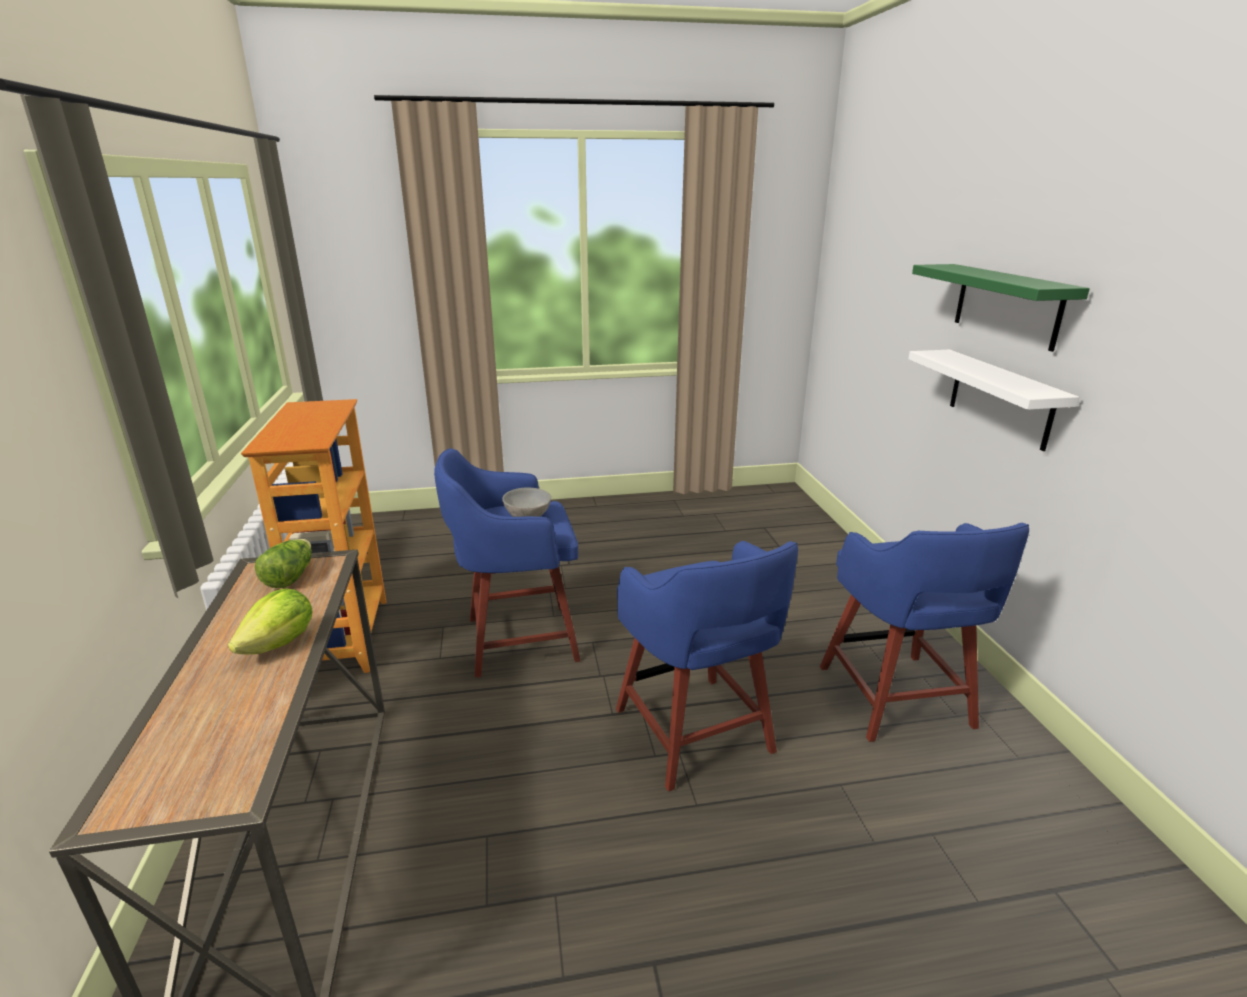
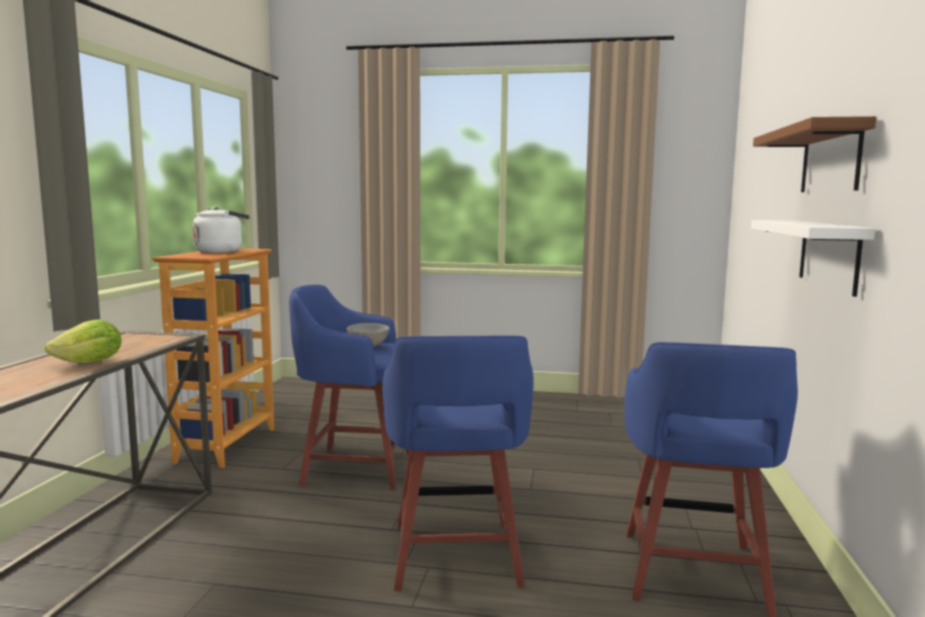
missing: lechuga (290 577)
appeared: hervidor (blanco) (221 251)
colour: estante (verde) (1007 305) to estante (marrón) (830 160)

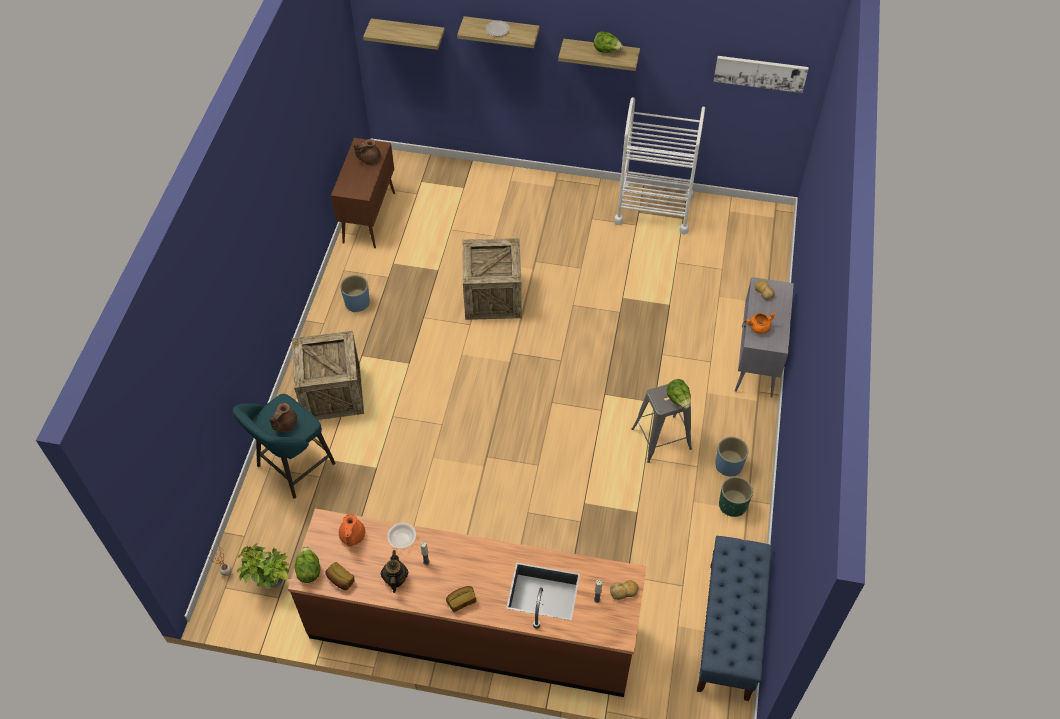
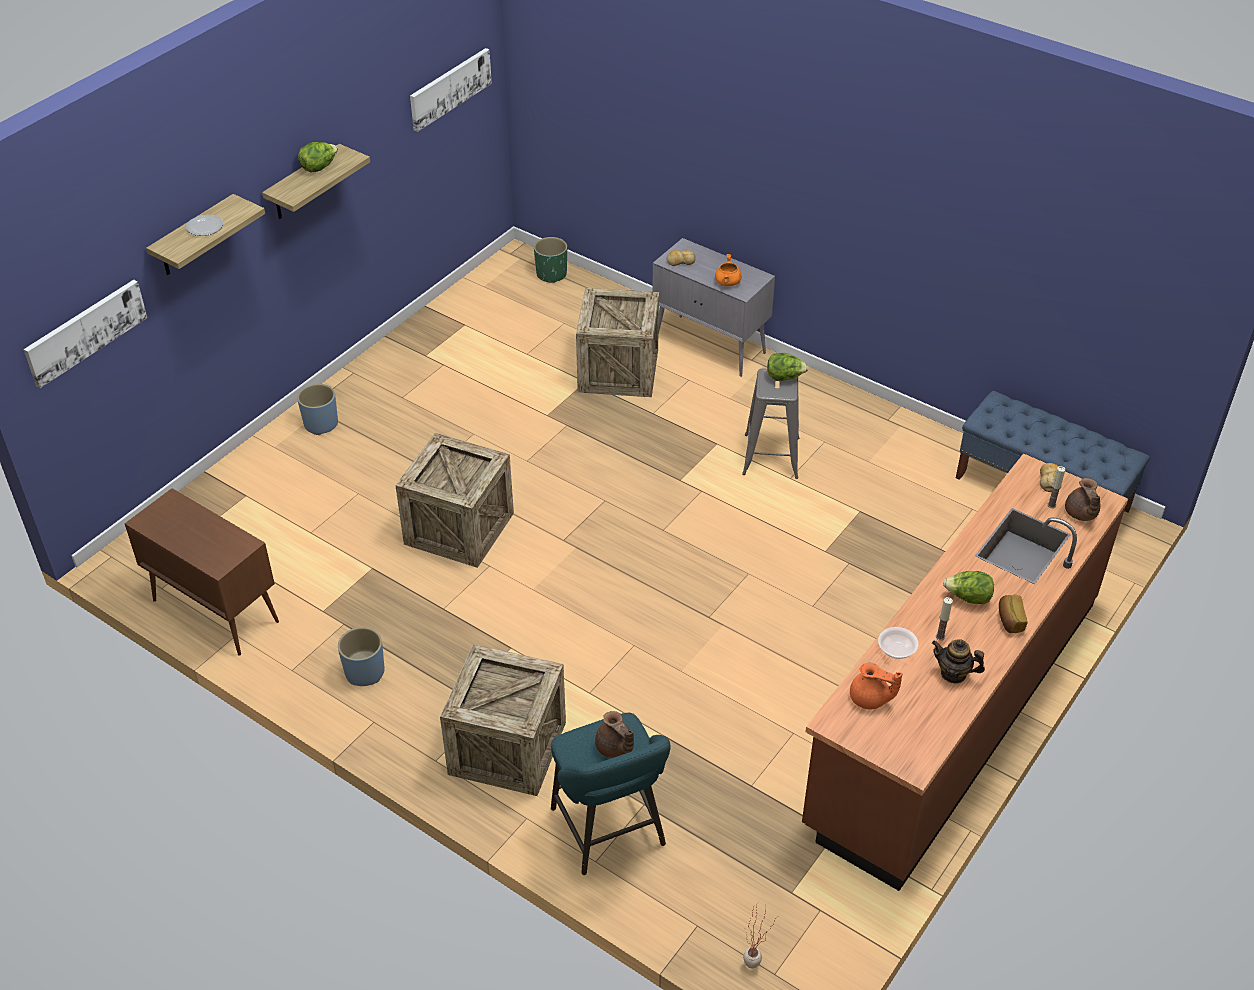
missing: planta en maceta (270 583); pan (340 580); carrito (blanco) (654 209)
appeared: caja de embalaje (618 371)
relocated: lechuga (308 570) to (968 598); tetera (marrón) (369 159) to (1081 514); maceta (azul) (729 465) to (321 424); maceta (verde) (732 505) to (551 274)
exchanged: estante (408 33) to cuadro (85 331)

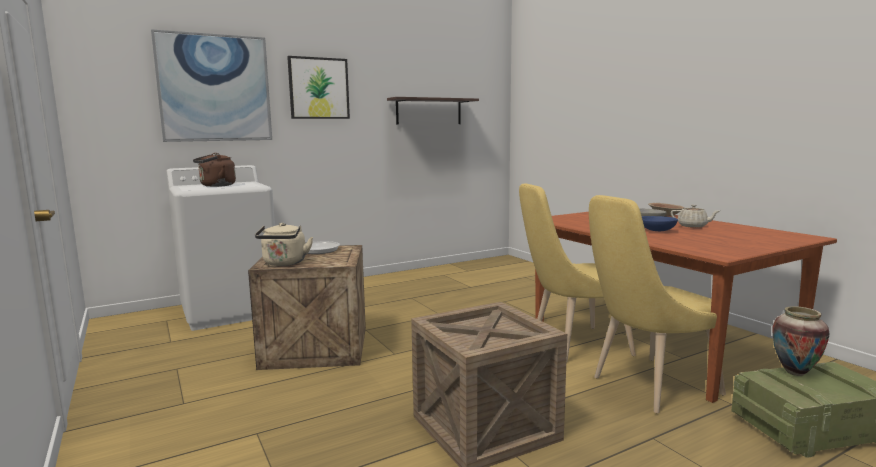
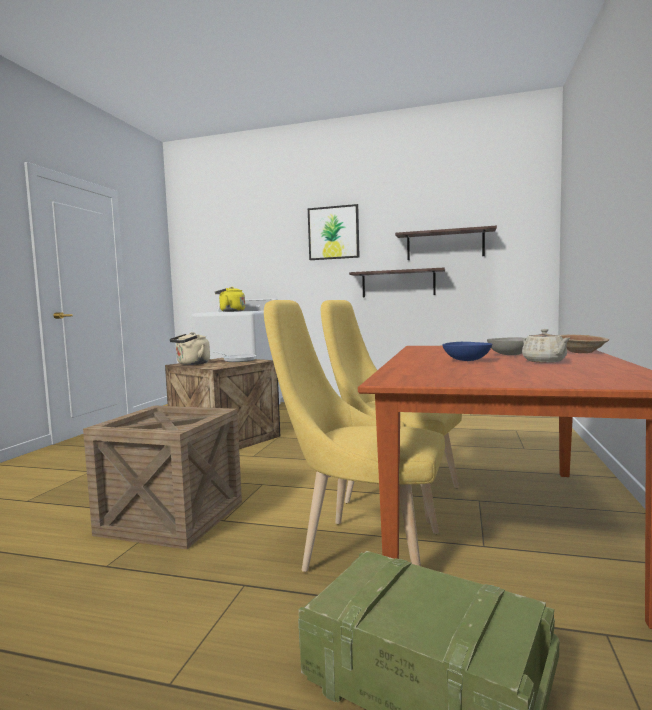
missing: cuadro (215 88); florero (794 372)
appeared: estante (398 283)
colour: hervidor (marrón) (215 186) to hervidor (amarillo) (230 311)

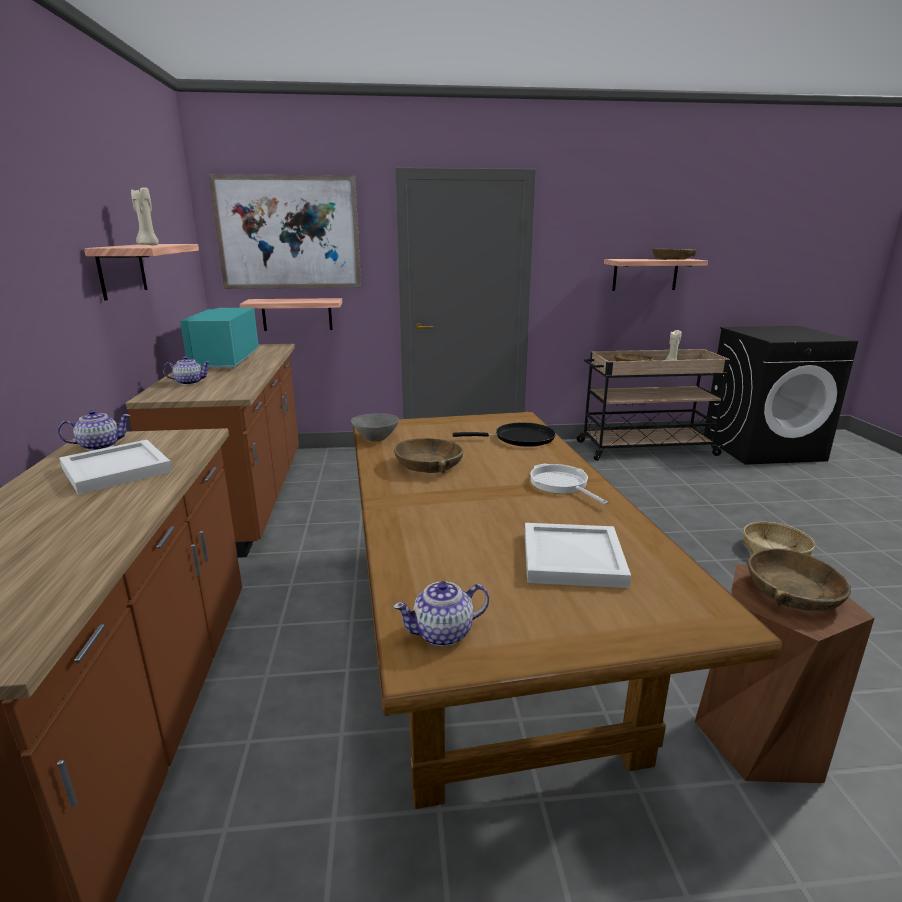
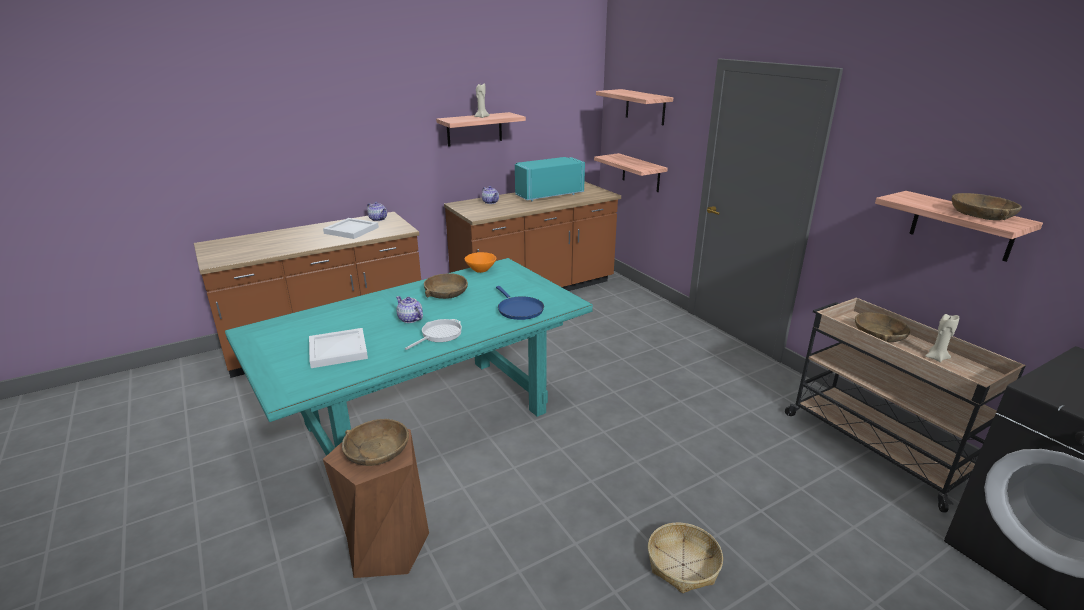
relocated: tetera (443 633) to (410 319)
exchanged: cuadro (288 233) to estante (645 107)
colour: cuenco (gris) (375 438) to cuenco (naranja) (481 270); mesa de comedor (marrón) (488 650) to mesa de comedor (turquesa) (426 419); sartén (negro) (520 438) to sartén (azul) (519 309)

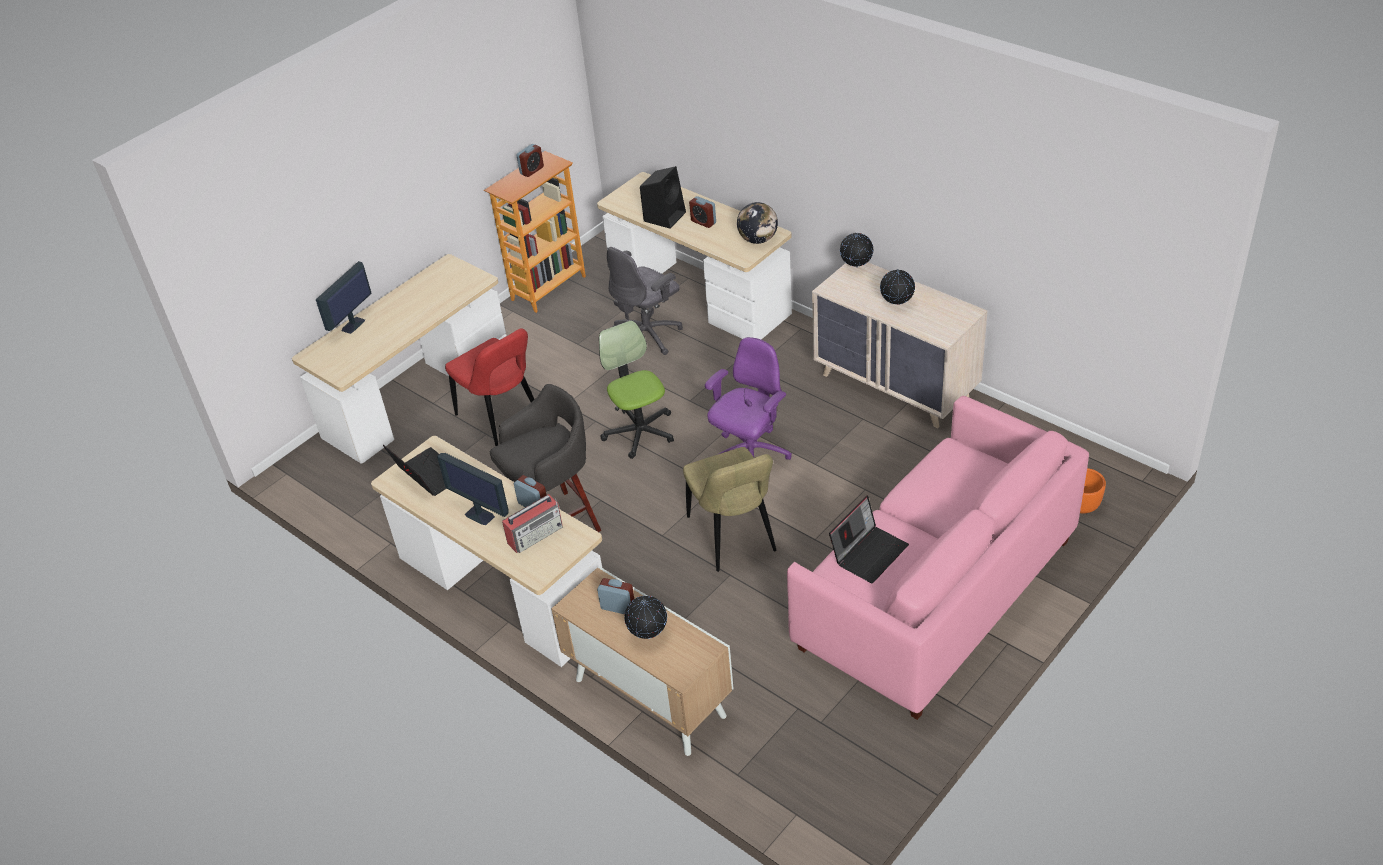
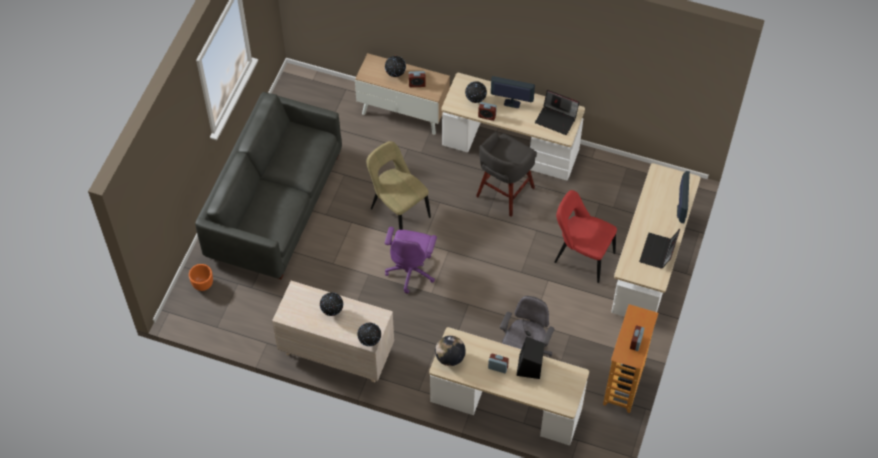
missing: silla de oficina (640 432)
relocated: portátil (869 552) to (658 252)
exchanged: radio (536 534) to globo terráqueo (475 100)
colour: sofá (rosa) (936 594) to sofá (gris) (275 205)

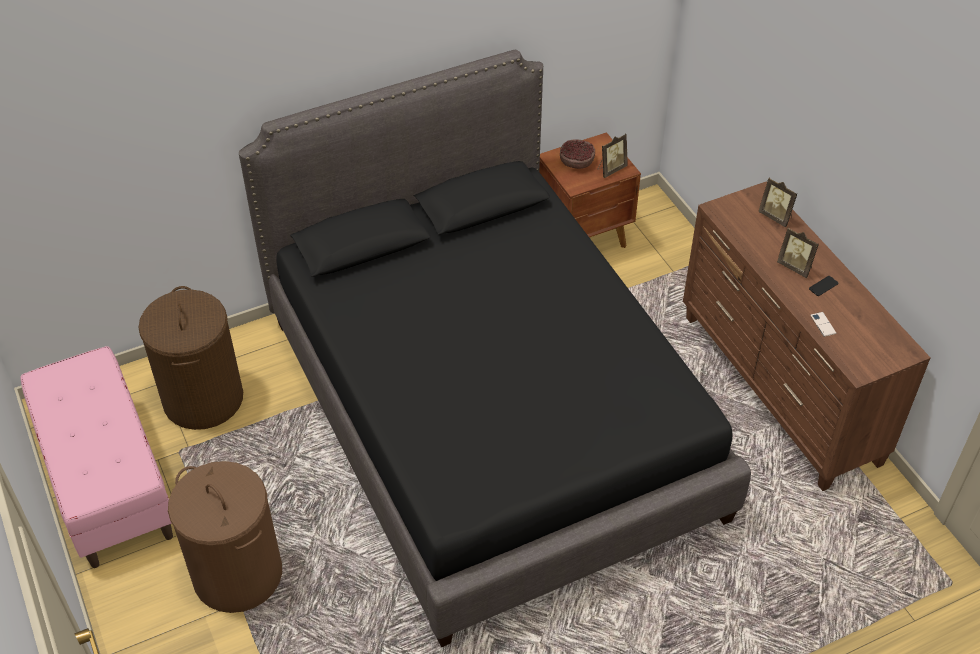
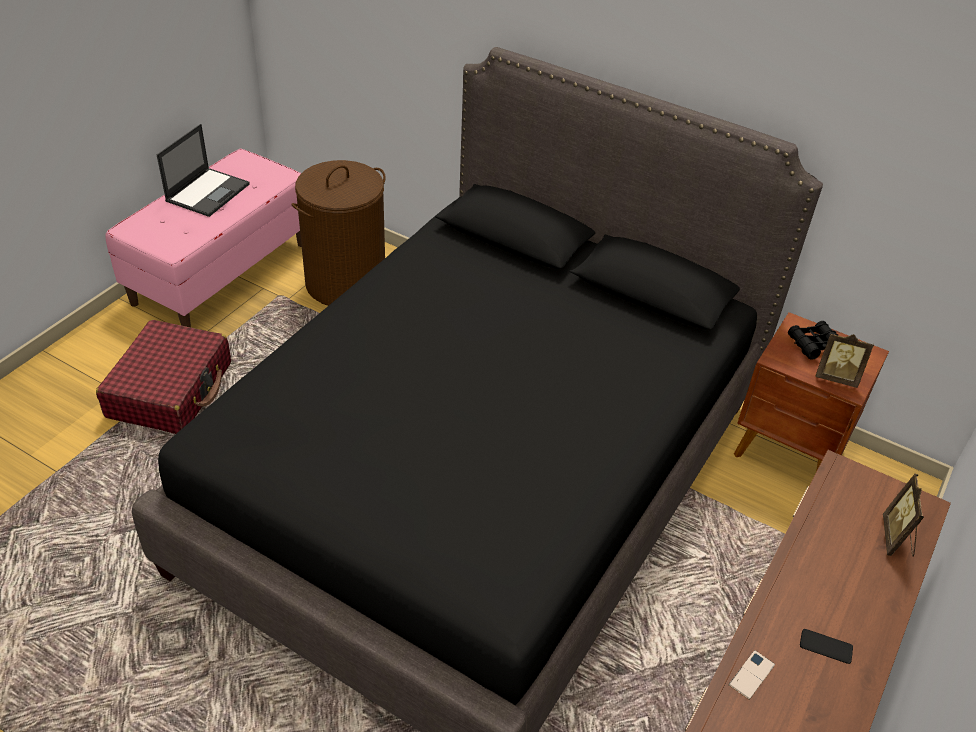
missing: portarretratos (795 267)
appeared: portátil (208 192)
exchanged: cesto de la ropa (marrón) (237 574) to maleta (rojo) (170 390); cuenco (576 161) to prismáticos (negro) (814 345)

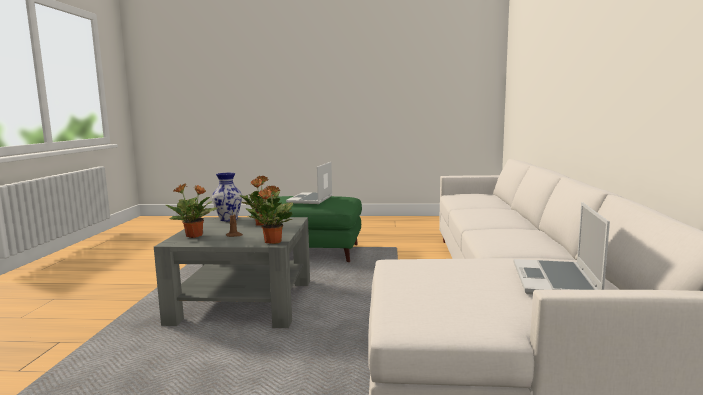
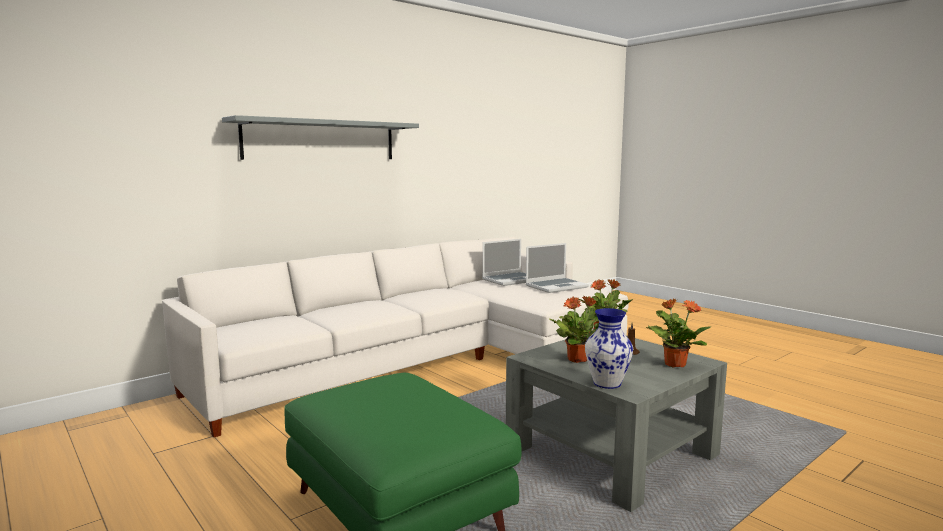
appeared: estante (gris) (321 140)
relocated: portátil (310 199) to (556 286)

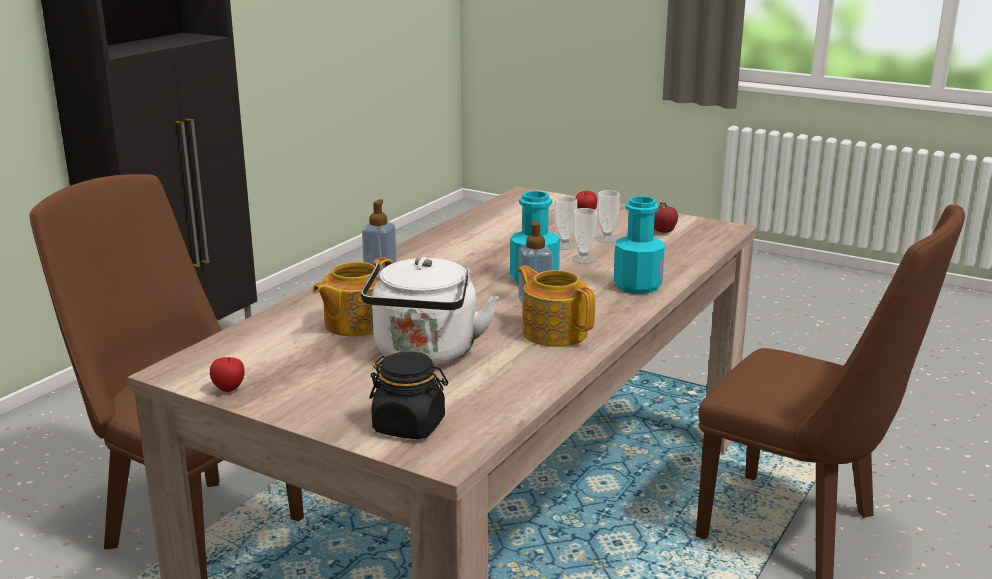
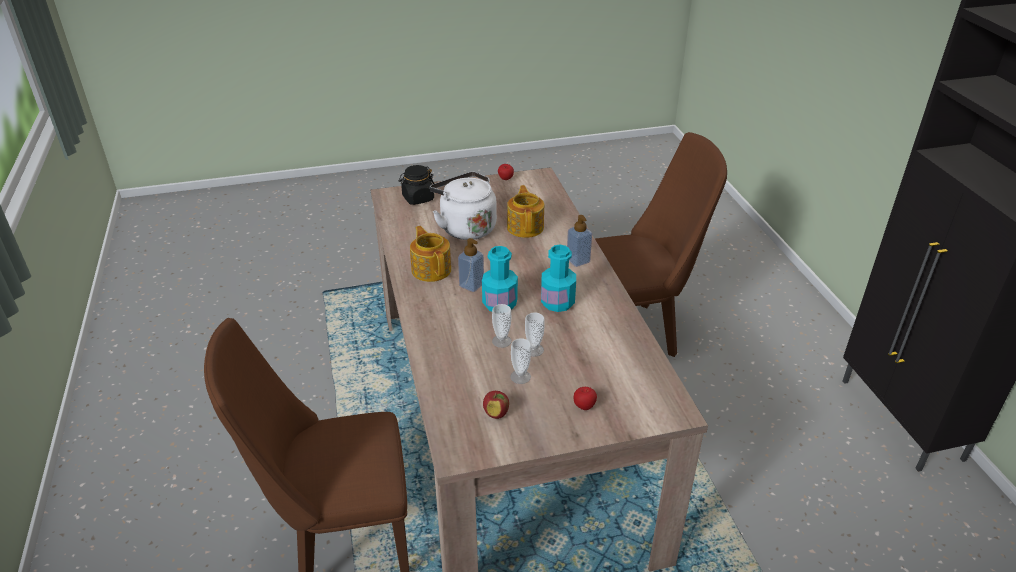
relocated: botella (turquesa) (637 286) to (557 302)
spun: tetera (554 332) = (431 269) 120 degrees counterclockwise

